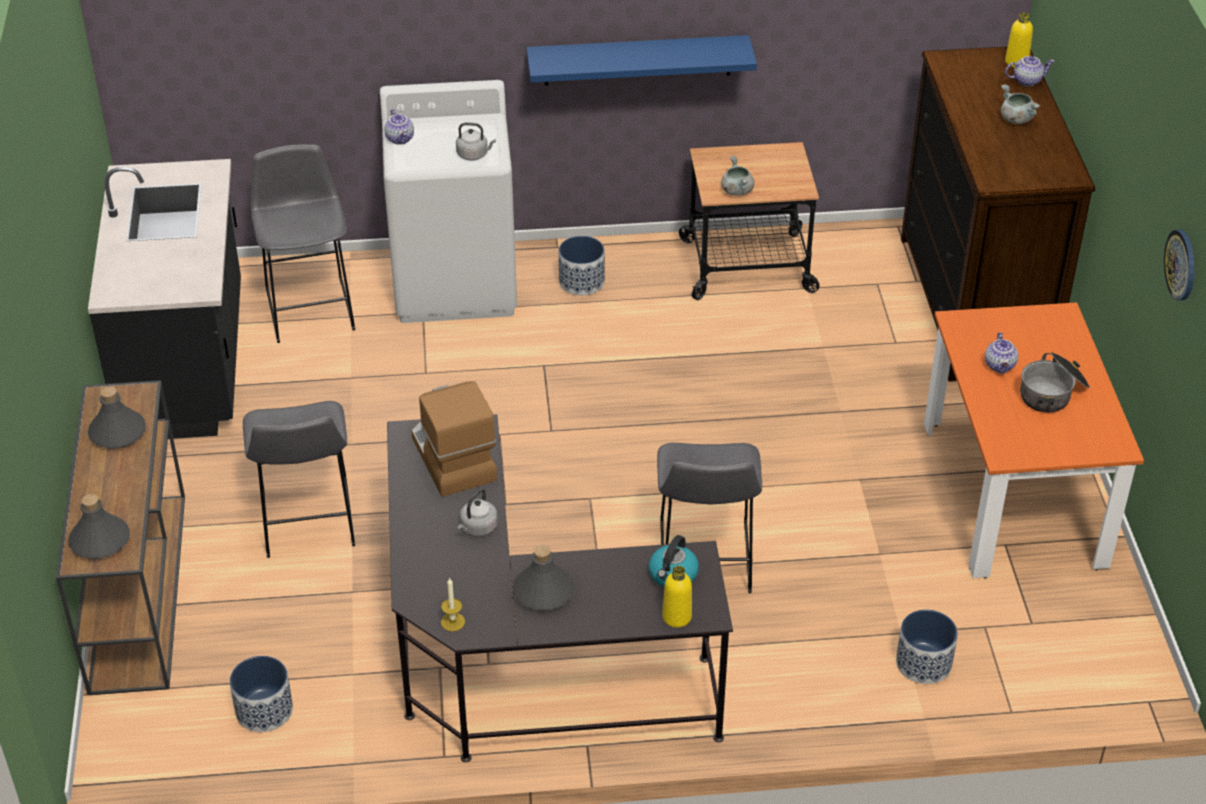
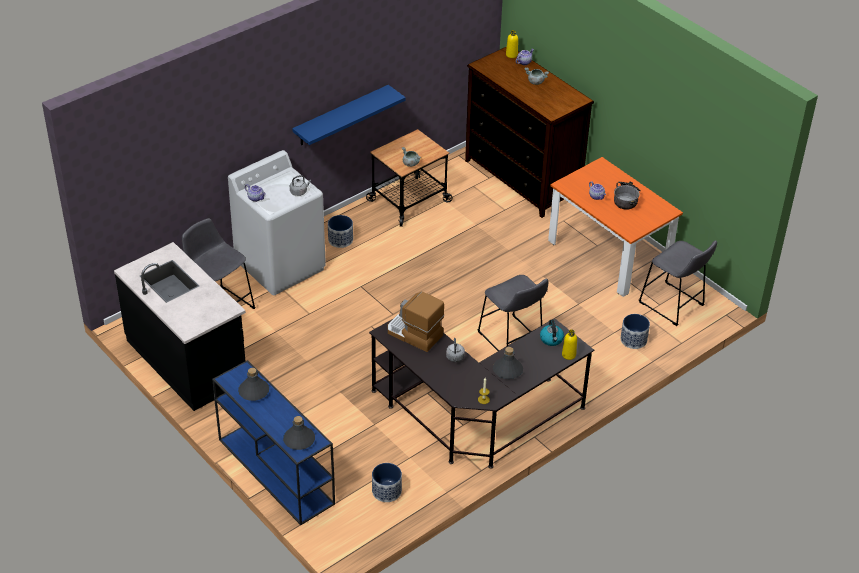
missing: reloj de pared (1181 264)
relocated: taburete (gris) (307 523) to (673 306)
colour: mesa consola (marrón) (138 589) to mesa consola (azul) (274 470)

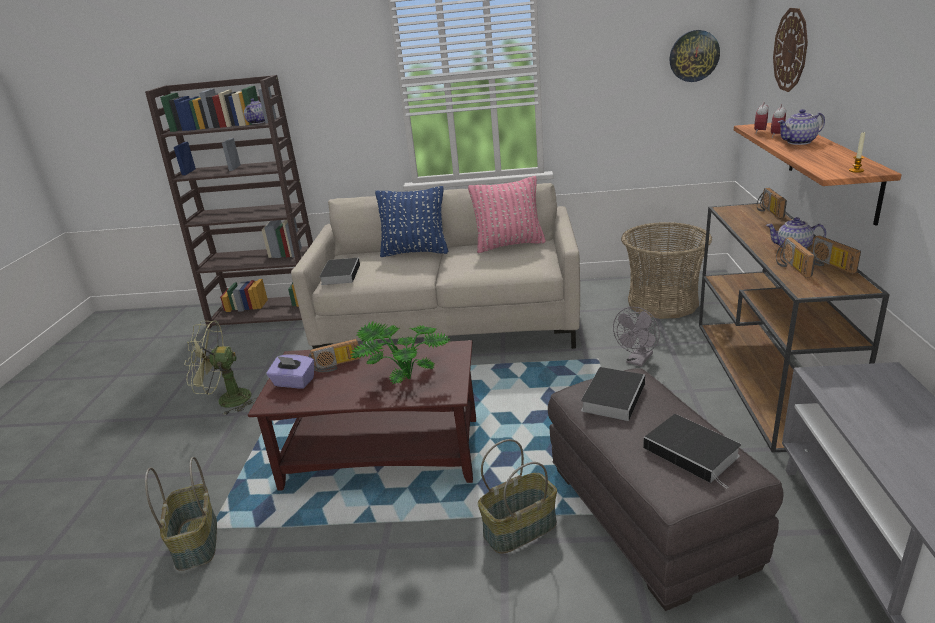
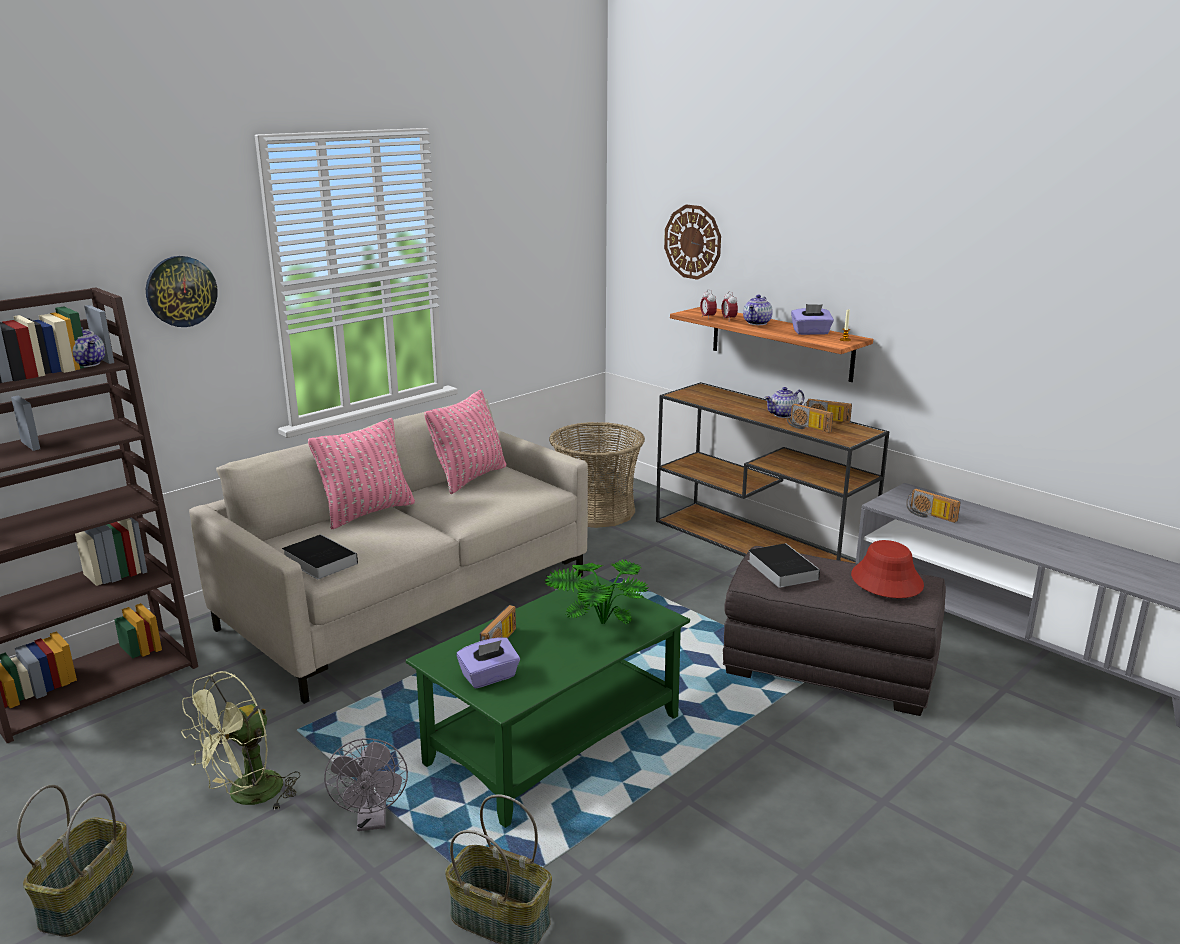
appeared: caja de pañuelos (morado) (811 332)
relocated: cesta (520 528) to (86 897); ventilador (gris) (637 361) to (372 820); reloj de pared (694 56) to (181 291); radio (768 211) to (929 516)
exchanged: libro (693 452) to sombrero (rojo) (886 581)
colour: mesa de centro (marrón) (384 452) to mesa de centro (verde) (555 739); cojín (azul) (415 252) to cojín (rosa) (367 512)

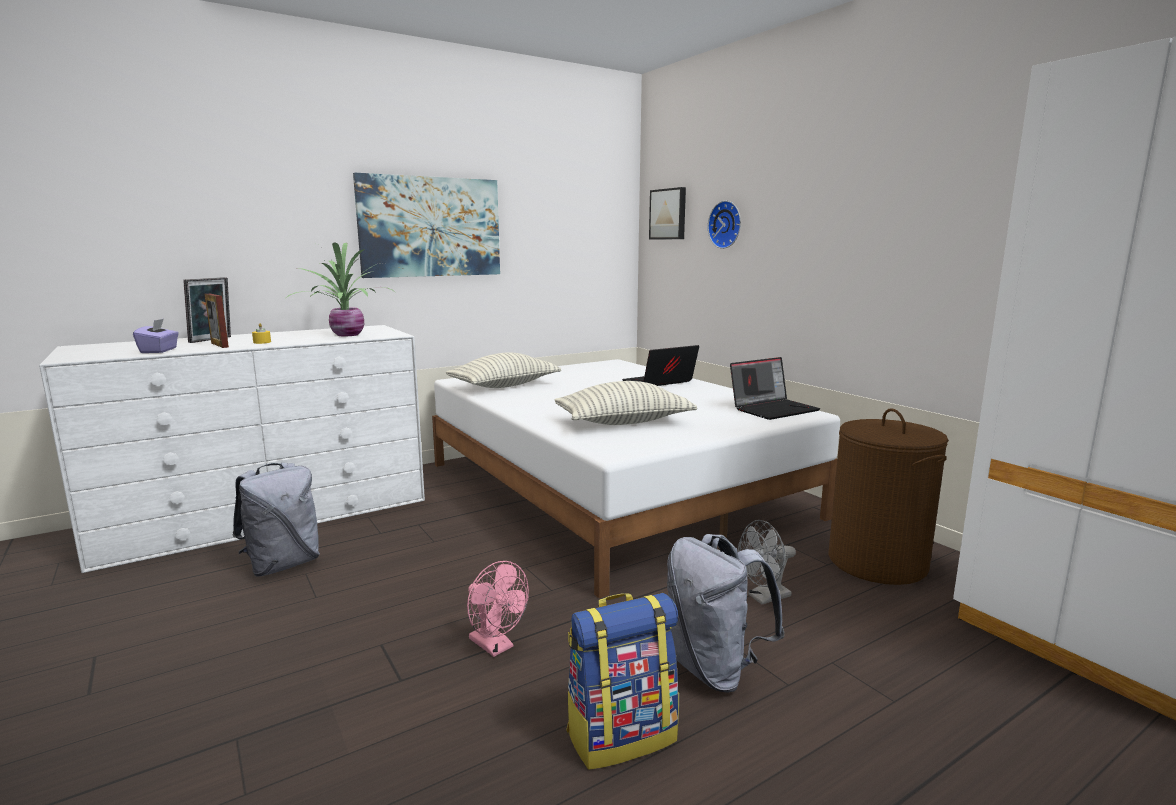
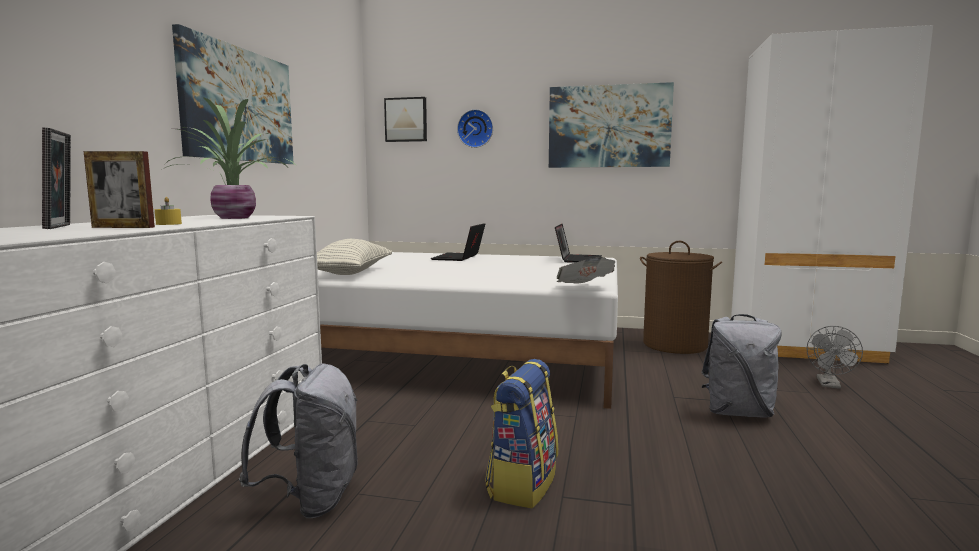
missing: caja de pañuelos (morado) (159 350); ventilador (rosa) (496 646); cojín (624 422)
appeared: cuadro (609 126); periódico (584 288)
relocated: mochila (621 735) to (521 483); ventilador (gris) (764 598) to (830 385)

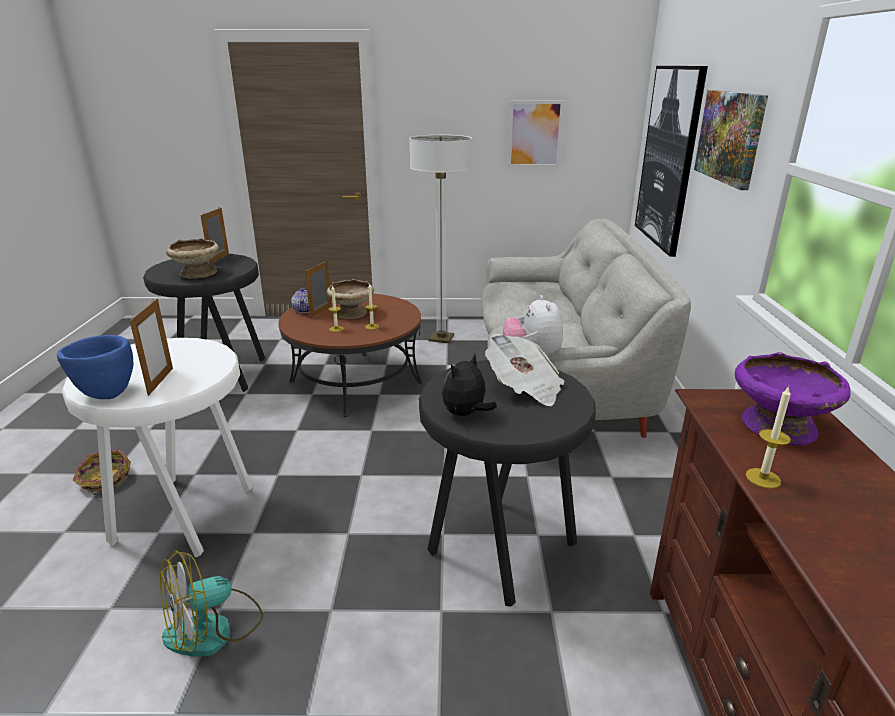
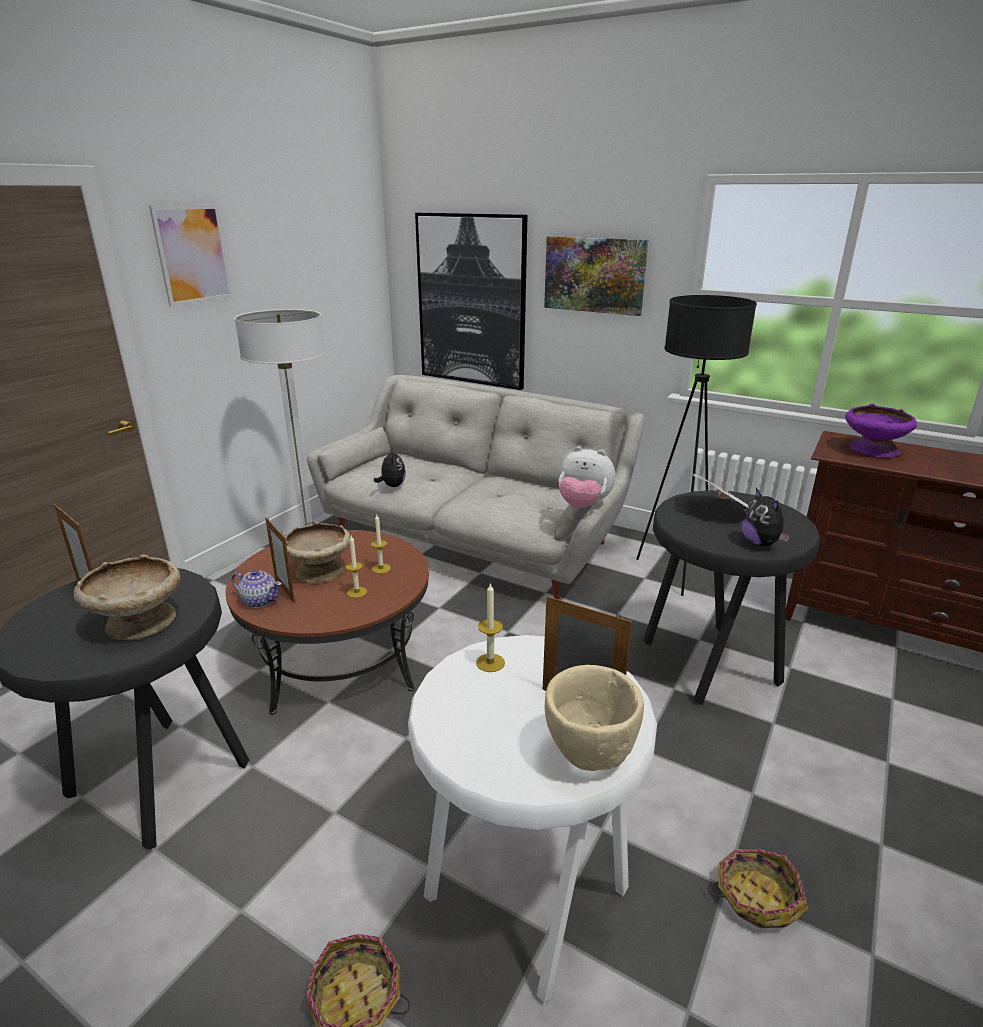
appeared: peluche (392 486); lámpara de pie (negro) (675 572)
relocated: cuadro (535 134) to (193 254); vela (763 478) to (490 663)
exchanged: ventilador (214 629) to cesta (756 897)
colour: cuenco (azul) (106 393) to cuenco (beis) (589 757)

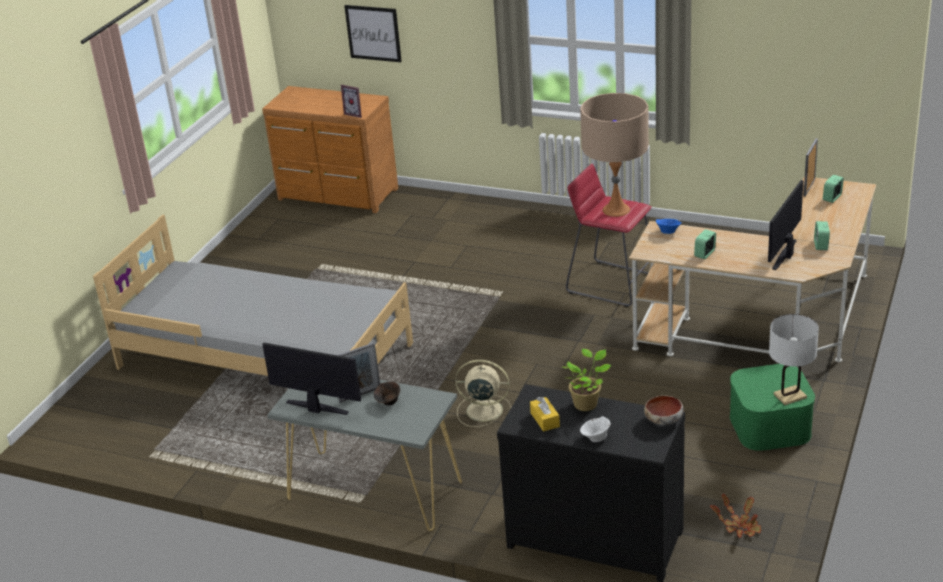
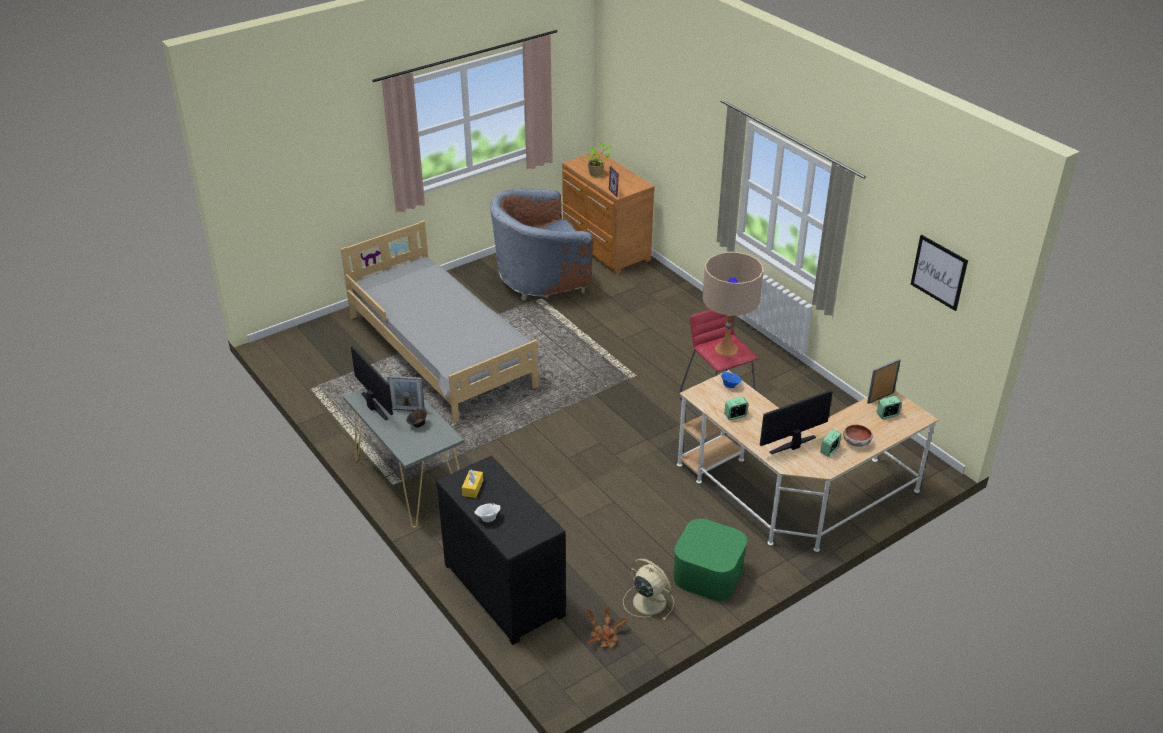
missing: lámpara de mesa (blanco) (790 396)
appeared: sillón (marrón) (542 280)
relocated: cuadro (373 33) to (939 272); ventilador (beis) (482 410) to (648 601); planta en maceta (587 403) to (597 173); cuenco (664 419) to (856 442)

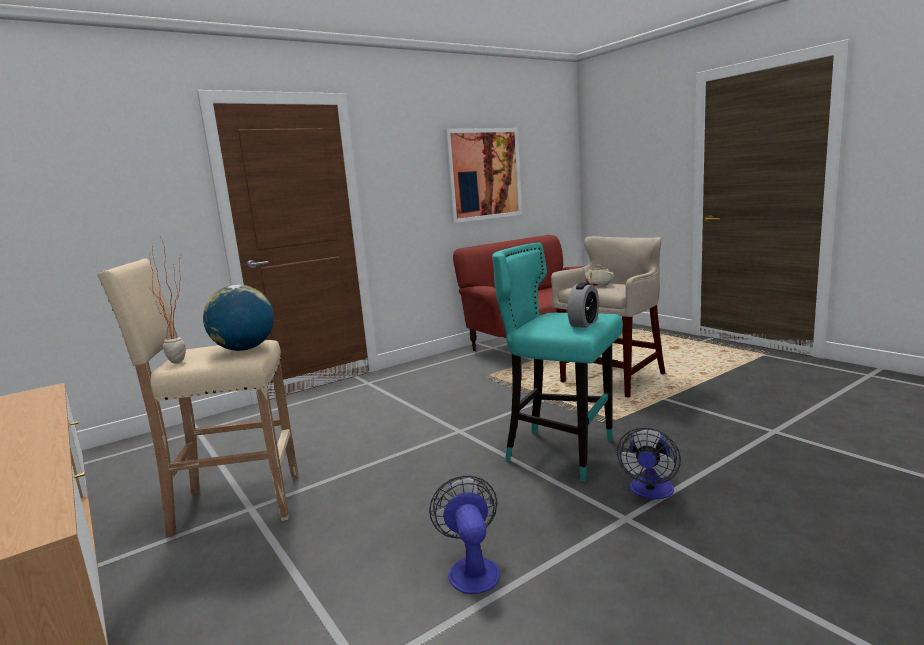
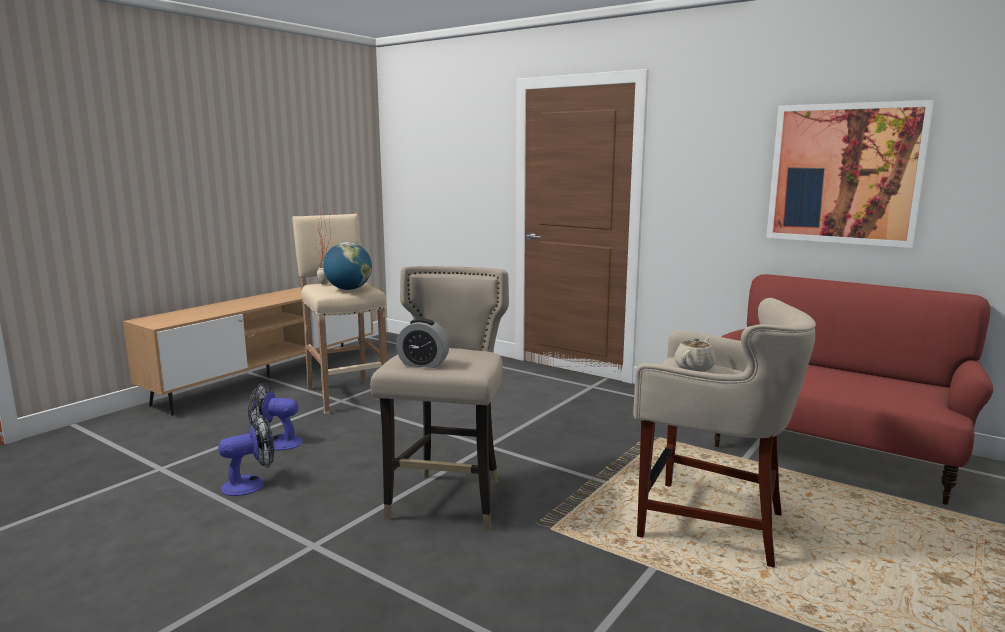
relocated: ventilador (650 492) to (277 443)
colour: taburete (turquesa) (561 453) to taburete (beis) (449 502)

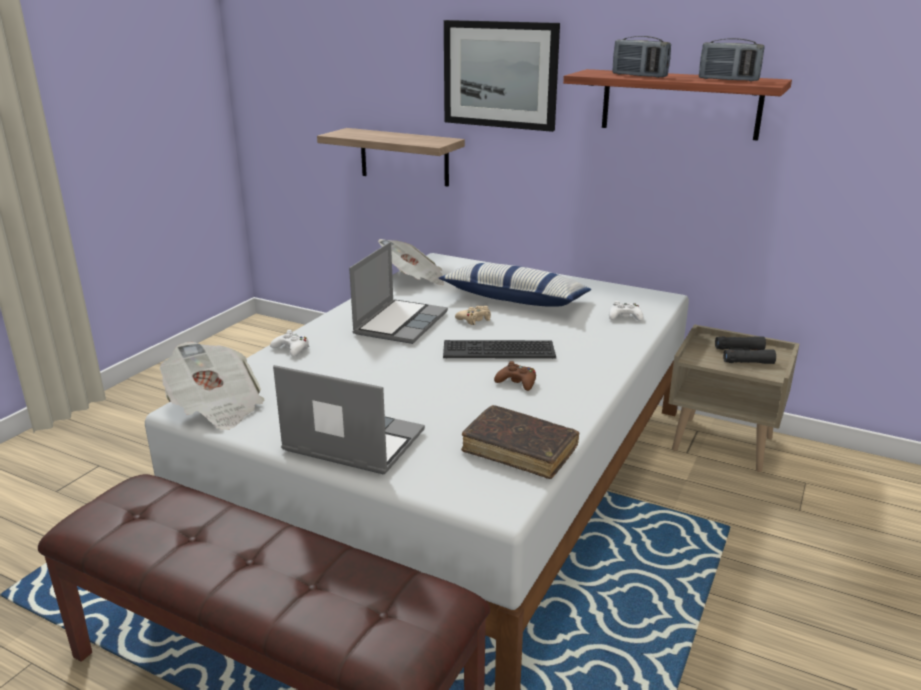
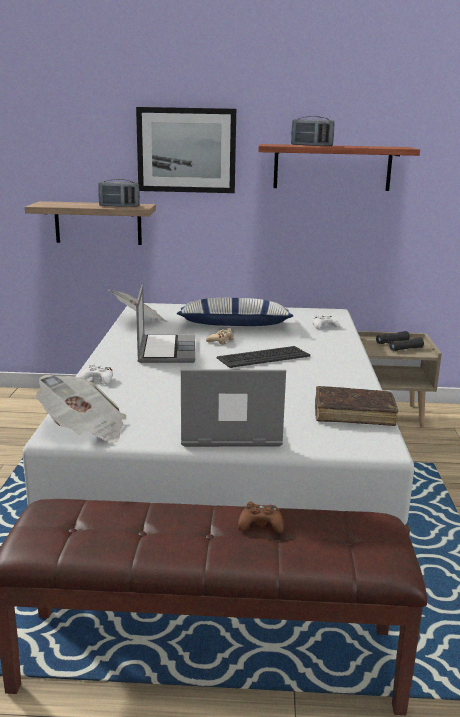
relocated: mando de consola (marrón) (517 382) to (260 525); radio (728 80) to (119 206)

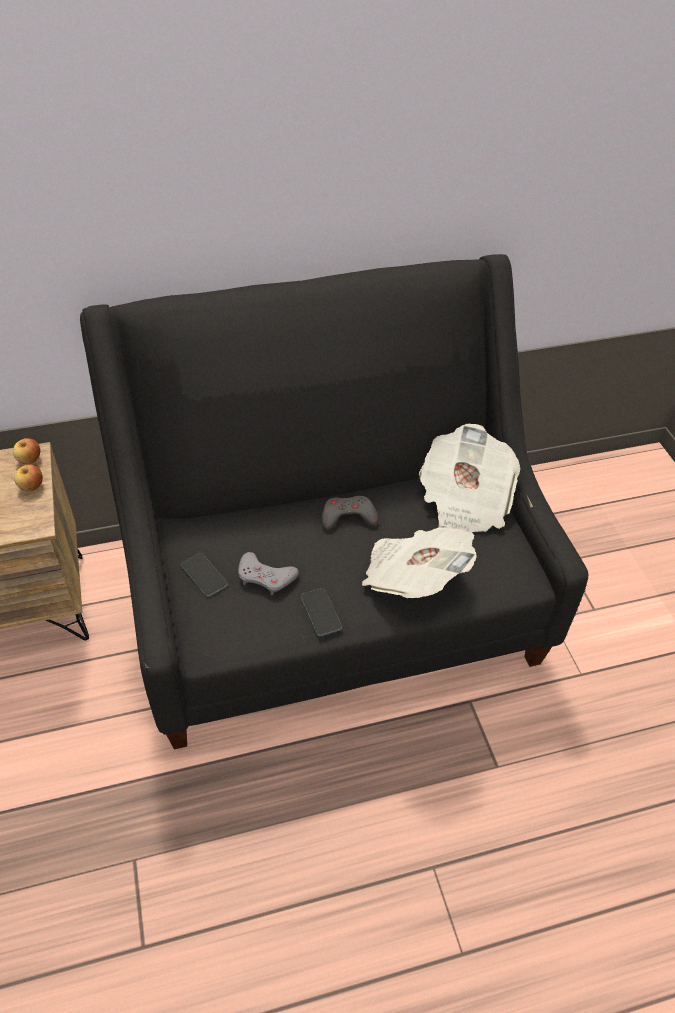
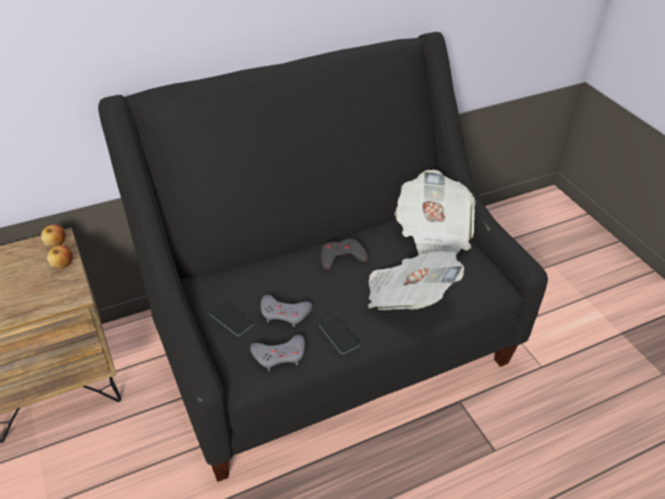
appeared: mando de consola (gris) (280 355)

